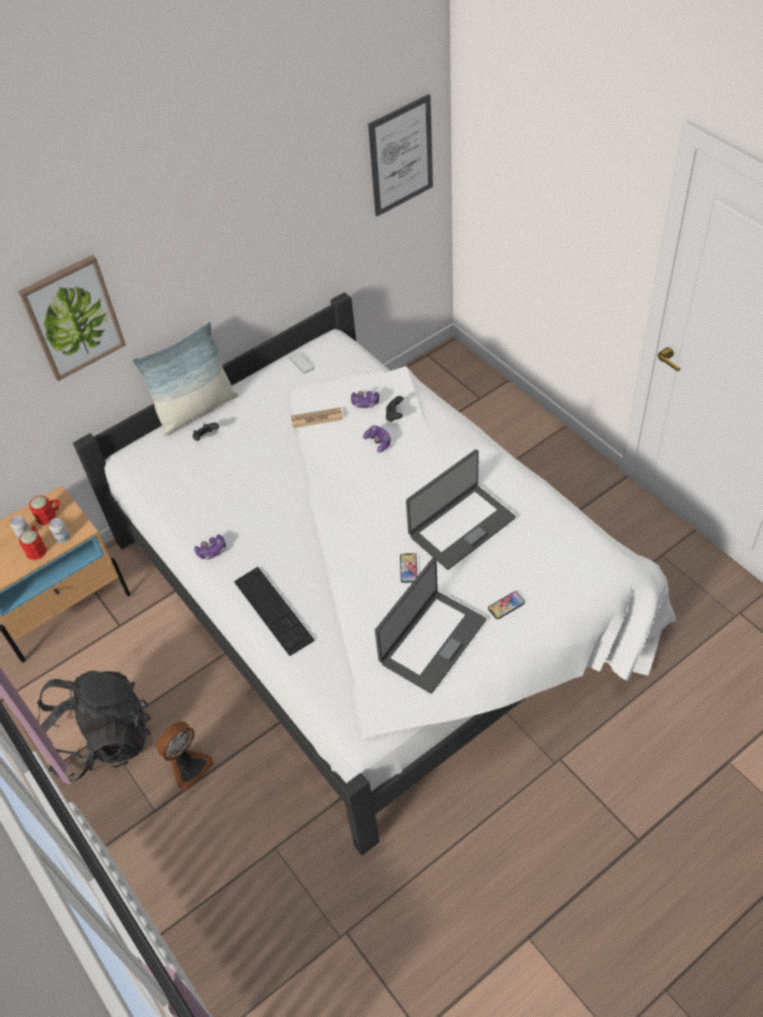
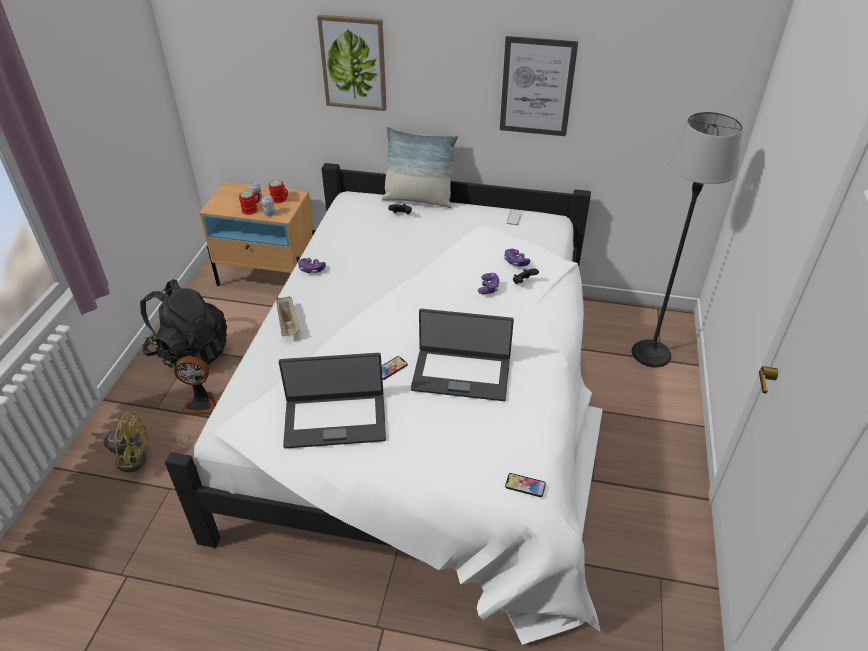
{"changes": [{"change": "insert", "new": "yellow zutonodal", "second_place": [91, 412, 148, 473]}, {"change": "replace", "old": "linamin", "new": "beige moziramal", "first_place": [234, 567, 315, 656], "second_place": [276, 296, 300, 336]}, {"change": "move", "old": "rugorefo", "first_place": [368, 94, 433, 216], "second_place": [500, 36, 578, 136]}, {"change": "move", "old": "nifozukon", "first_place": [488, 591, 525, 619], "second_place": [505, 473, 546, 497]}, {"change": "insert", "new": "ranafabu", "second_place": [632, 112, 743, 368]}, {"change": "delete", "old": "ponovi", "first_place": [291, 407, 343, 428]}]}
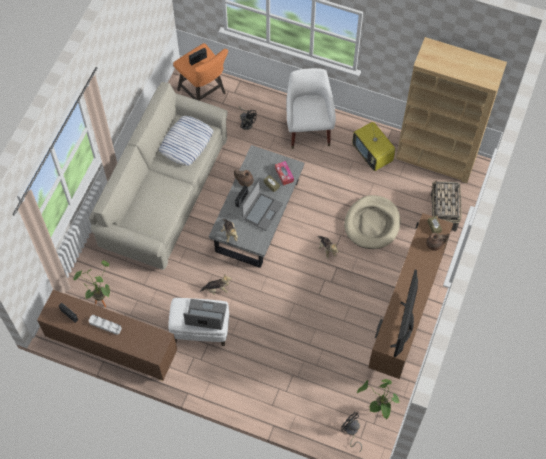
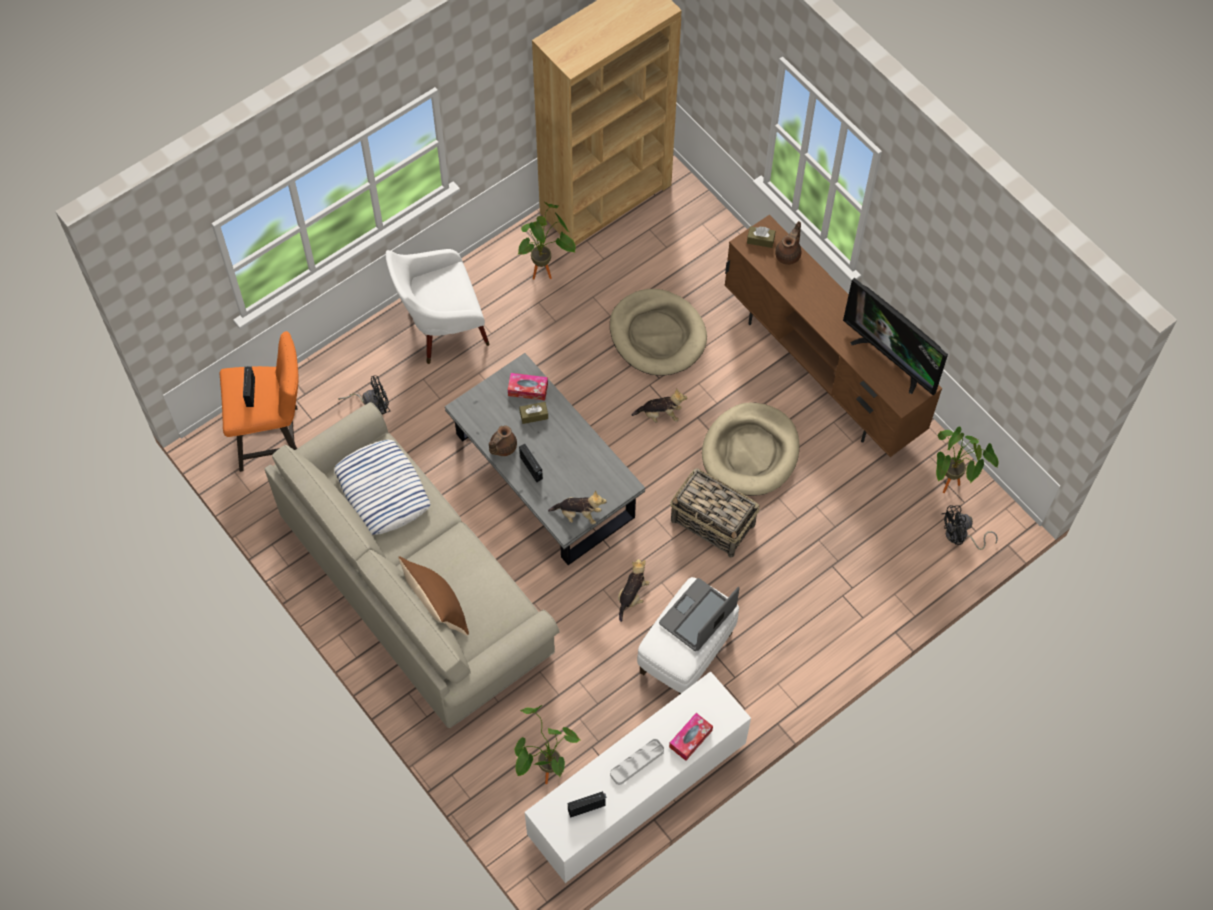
{"changes": [{"change": "rotate", "old": "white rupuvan", "first_place": [286, 68, 336, 149], "second_place": [385, 249, 489, 364], "degrees": -45}, {"change": "insert", "new": "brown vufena", "second_place": [398, 557, 469, 636]}, {"change": "replace", "old": "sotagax", "new": "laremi", "first_place": [352, 122, 395, 171], "second_place": [517, 202, 576, 280]}, {"change": "recolor", "old": "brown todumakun", "new": "white todumakun", "first_place": [37, 290, 177, 381], "second_place": [525, 671, 751, 883]}, {"change": "insert", "new": "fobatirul", "second_place": [669, 713, 713, 761]}, {"change": "move", "old": "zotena", "first_place": [431, 180, 462, 232], "second_place": [670, 468, 760, 558]}, {"change": "insert", "new": "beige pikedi", "second_place": [702, 402, 799, 496]}, {"change": "delete", "old": "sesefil", "first_place": [242, 179, 283, 231]}]}
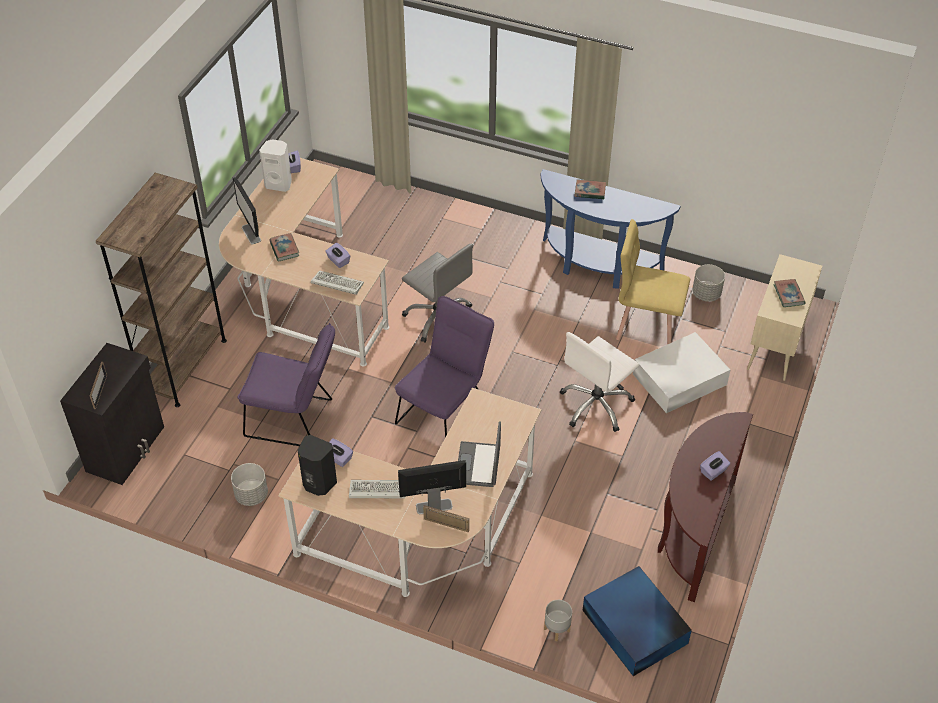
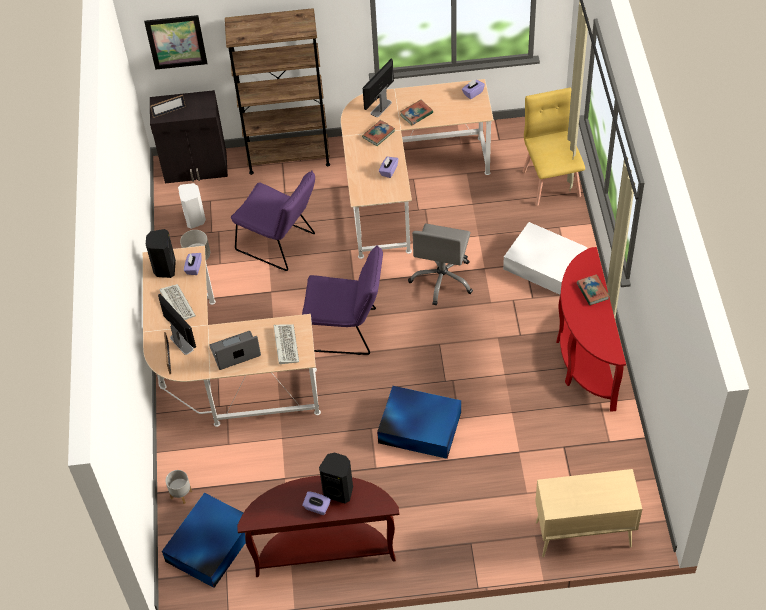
{"changes": [{"change": "insert", "new": "rugorefo", "second_place": [144, 15, 207, 70]}, {"change": "move", "old": "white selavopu", "first_place": [259, 139, 292, 192], "second_place": [178, 183, 206, 229]}, {"change": "rotate", "old": "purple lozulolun", "first_place": [237, 323, 335, 446], "second_place": [231, 171, 315, 271], "degrees": -45}, {"change": "move", "old": "linamin", "first_place": [311, 270, 364, 295], "second_place": [274, 324, 299, 364]}, {"change": "insert", "new": "black selavopu", "second_place": [319, 453, 353, 503]}, {"change": "replace", "old": "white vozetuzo", "new": "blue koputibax", "first_place": [560, 332, 639, 432], "second_place": [377, 386, 461, 459]}, {"change": "move", "old": "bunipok", "first_place": [774, 279, 805, 307], "second_place": [400, 100, 433, 125]}, {"change": "move", "old": "white koputibax", "first_place": [633, 332, 730, 413], "second_place": [503, 222, 587, 295]}, {"change": "move", "old": "yellow lozulolun", "first_place": [616, 219, 690, 345], "second_place": [523, 88, 585, 206]}, {"change": "recolor", "old": "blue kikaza", "new": "red kikaza", "first_place": [540, 169, 681, 289], "second_place": [556, 247, 626, 412]}, {"change": "delete", "old": "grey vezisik", "first_place": [692, 264, 725, 301]}]}
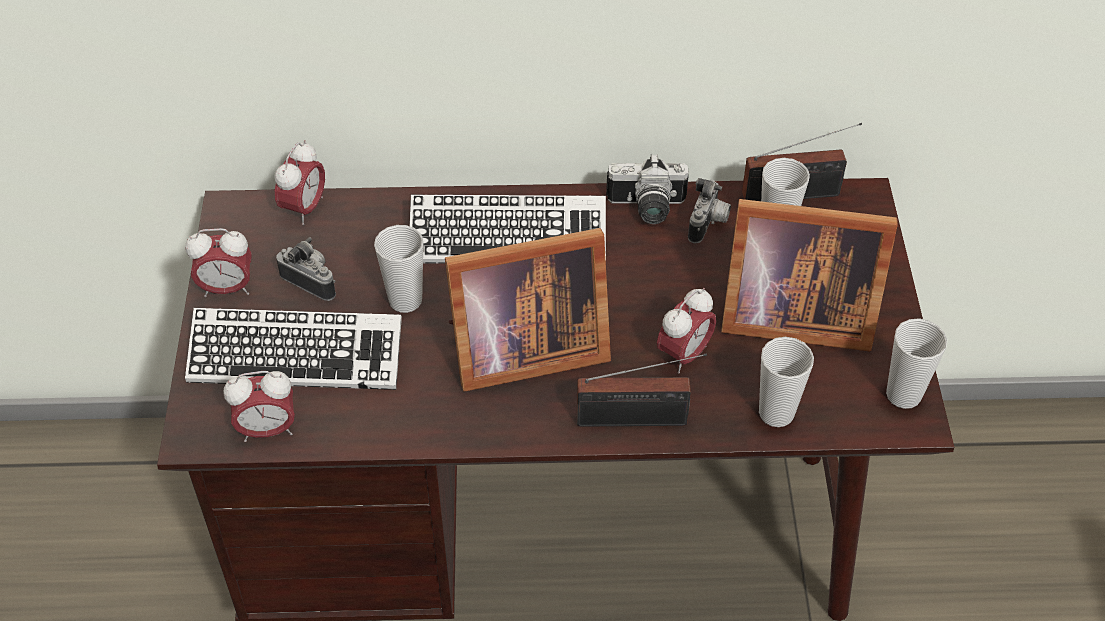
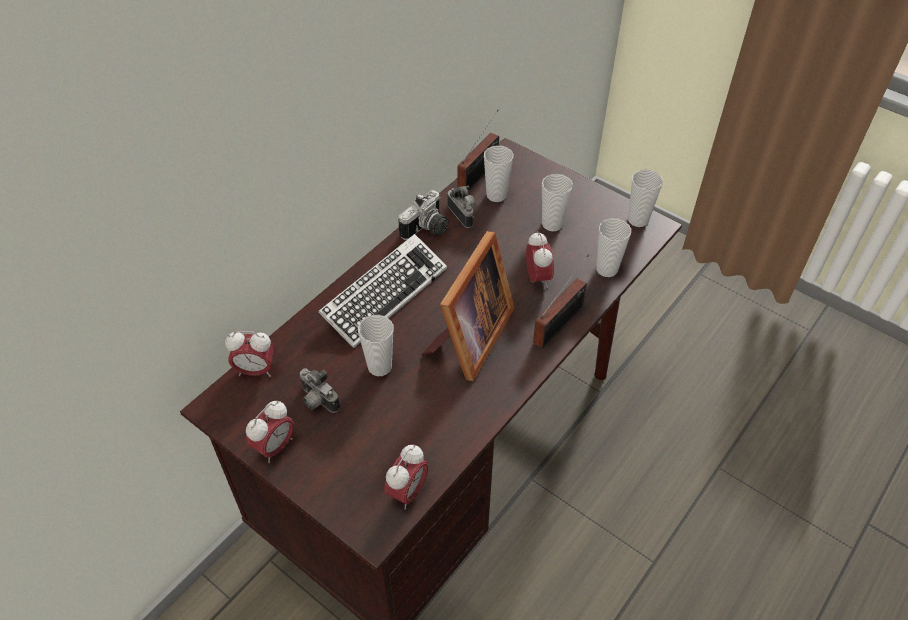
{"changes": [{"change": "rotate", "old": "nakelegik", "first_place": [274, 140, 325, 225], "second_place": [225, 331, 274, 377], "degrees": 120}, {"change": "rotate", "old": "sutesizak", "first_place": [276, 237, 336, 301], "second_place": [299, 368, 340, 413], "degrees": -120}, {"change": "replace", "old": "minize", "new": "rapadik", "first_place": [721, 199, 898, 351], "second_place": [542, 174, 573, 231]}, {"change": "delete", "old": "linamin", "first_place": [185, 308, 402, 390]}]}
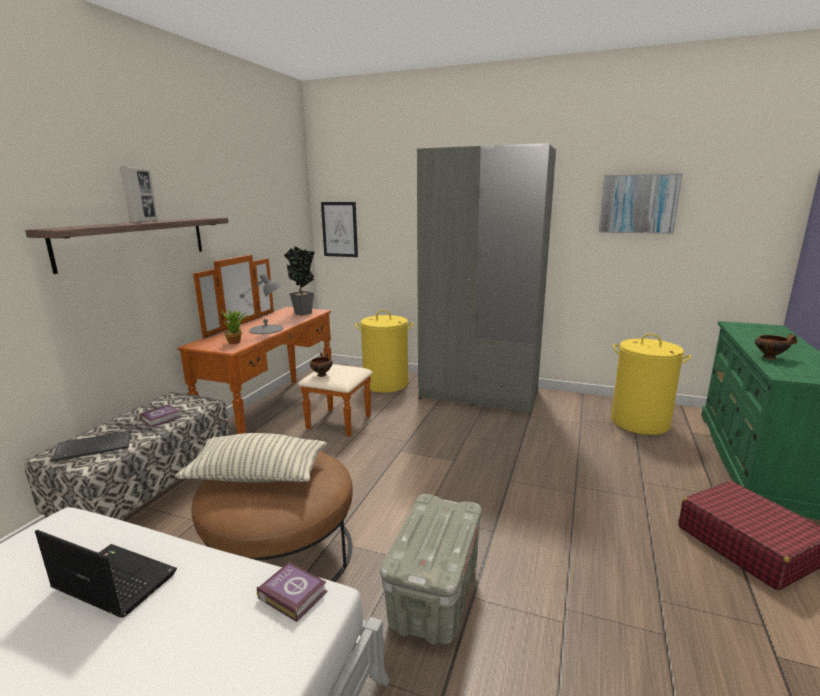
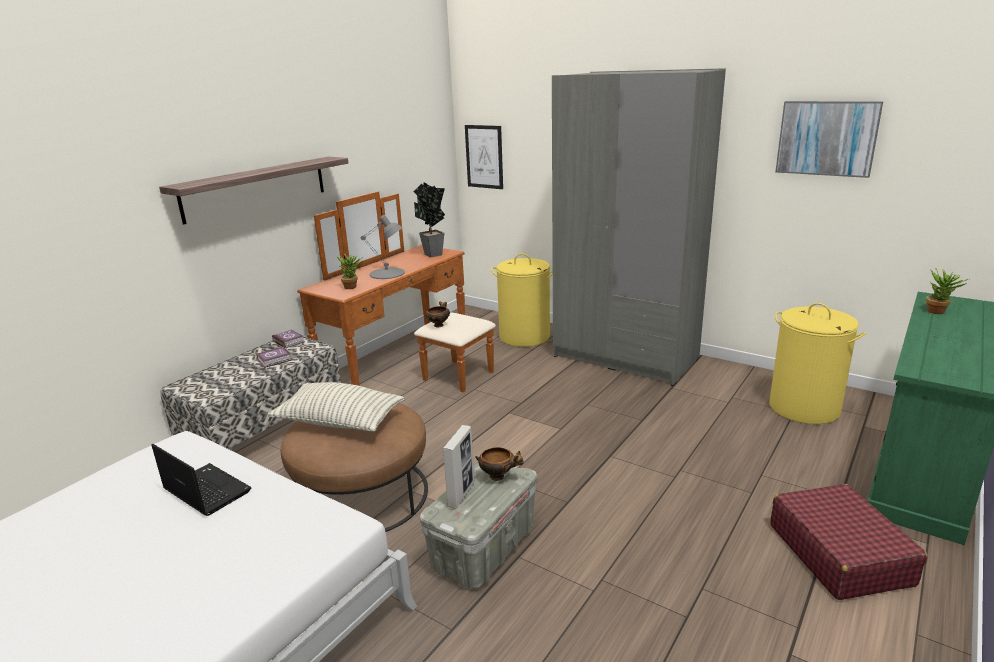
{"changes": [{"change": "move", "old": "bunipok", "first_place": [257, 562, 327, 622], "second_place": [272, 330, 305, 348]}, {"change": "move", "old": "minize", "first_place": [120, 167, 158, 223], "second_place": [443, 425, 475, 509]}, {"change": "move", "old": "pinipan", "first_place": [755, 333, 797, 360], "second_place": [475, 447, 524, 481]}, {"change": "insert", "new": "laremi", "second_place": [926, 268, 968, 314]}, {"change": "delete", "old": "linamin", "first_place": [52, 430, 131, 462]}]}
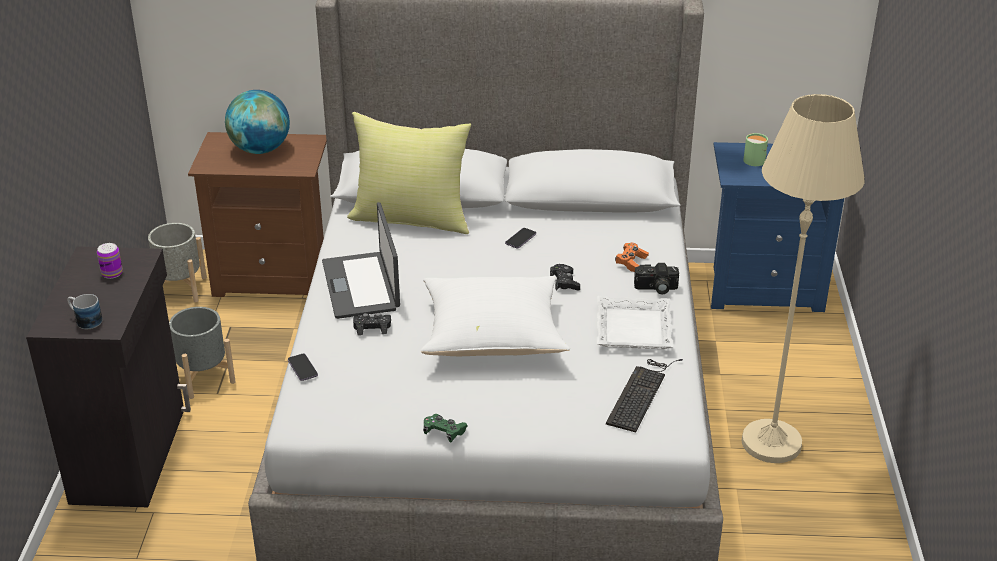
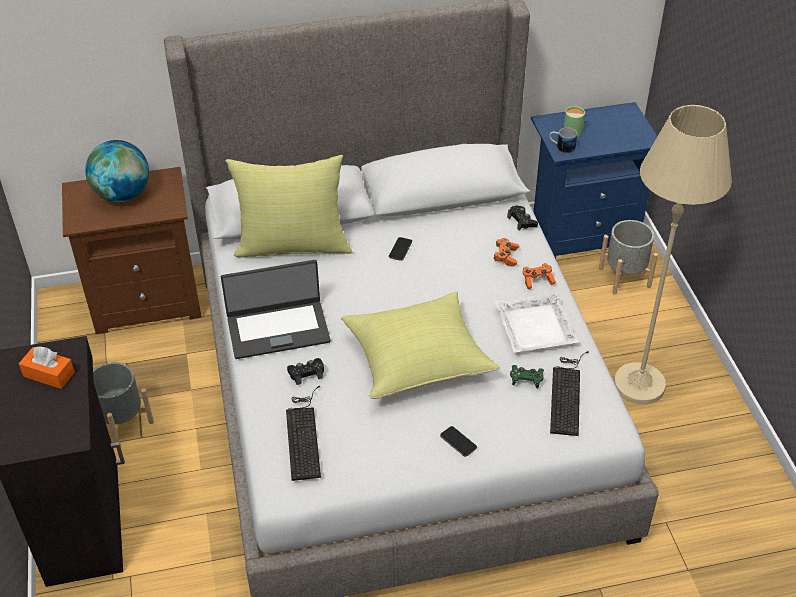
{"changes": [{"change": "replace", "old": "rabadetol", "new": "orange fobatirul", "first_place": [97, 243, 123, 279], "second_place": [19, 347, 75, 389]}, {"change": "rotate", "old": "sesefil", "first_place": [322, 202, 400, 319], "second_place": [221, 260, 331, 359], "degrees": -75}, {"change": "insert", "new": "linamin", "second_place": [286, 386, 321, 481]}, {"change": "recolor", "old": "white vufena", "new": "yellow vufena", "first_place": [421, 276, 570, 356], "second_place": [341, 292, 500, 399]}, {"change": "move", "old": "nifozukon", "first_place": [288, 354, 318, 381], "second_place": [440, 426, 477, 457]}, {"change": "move", "old": "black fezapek", "first_place": [550, 264, 580, 291], "second_place": [507, 205, 538, 230]}, {"change": "move", "old": "green fezapek", "first_place": [423, 414, 468, 442], "second_place": [510, 365, 544, 388]}, {"change": "replace", "old": "sutesizak", "new": "orange fezapek", "first_place": [634, 263, 679, 294], "second_place": [522, 263, 556, 289]}, {"change": "move", "old": "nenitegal", "first_place": [67, 294, 103, 329], "second_place": [549, 127, 577, 153]}, {"change": "move", "old": "grey vezisik", "first_place": [148, 223, 207, 302], "second_place": [599, 220, 658, 295]}]}
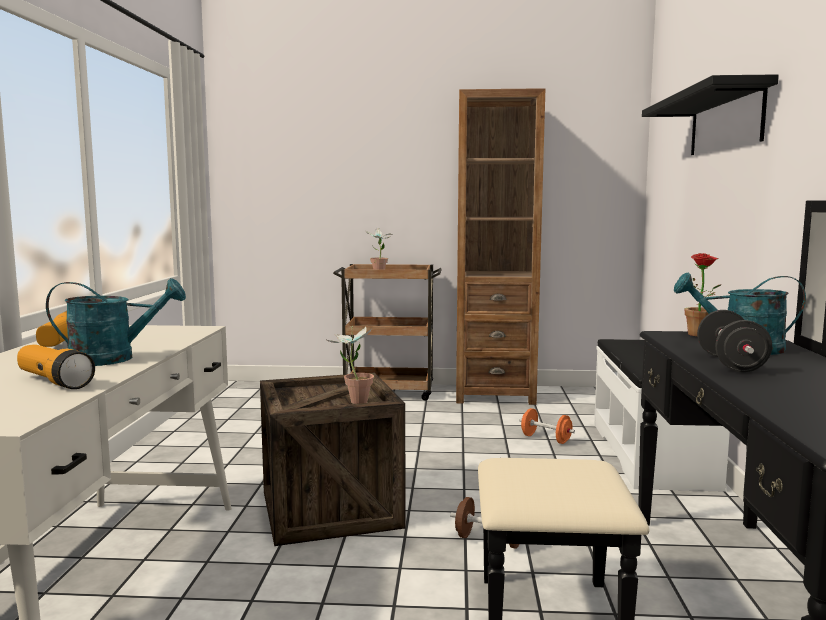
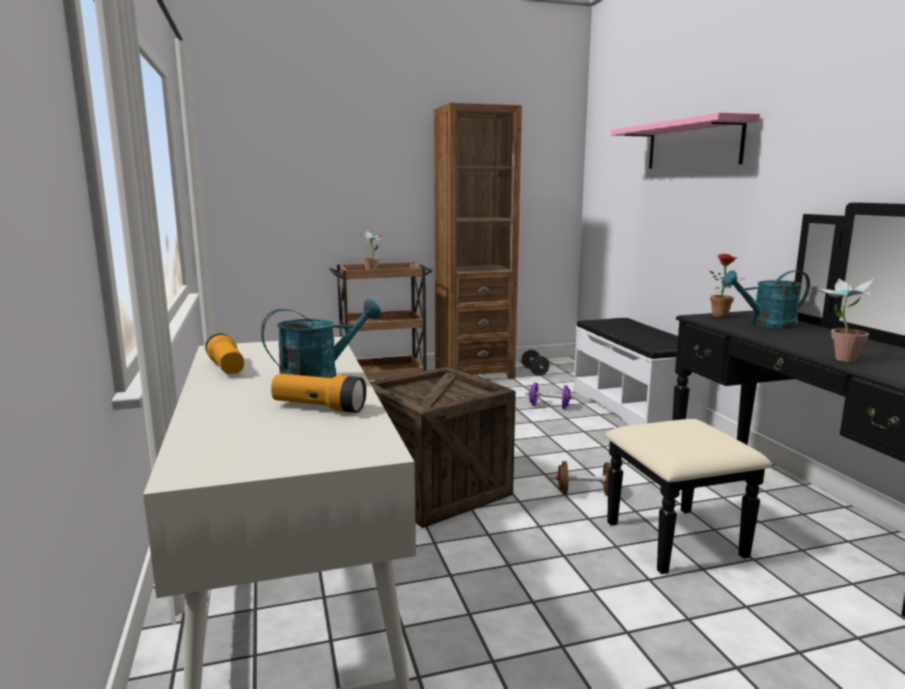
{"changes": [{"change": "move", "old": "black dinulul", "first_place": [697, 310, 772, 372], "second_place": [521, 350, 549, 376]}, {"change": "recolor", "old": "orange dinulul", "new": "purple dinulul", "first_place": [519, 408, 575, 444], "second_place": [525, 383, 575, 409]}, {"change": "recolor", "old": "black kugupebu", "new": "pink kugupebu", "first_place": [642, 74, 779, 155], "second_place": [611, 112, 760, 169]}, {"change": "move", "old": "laremi", "first_place": [327, 326, 374, 404], "second_place": [815, 277, 874, 362]}]}
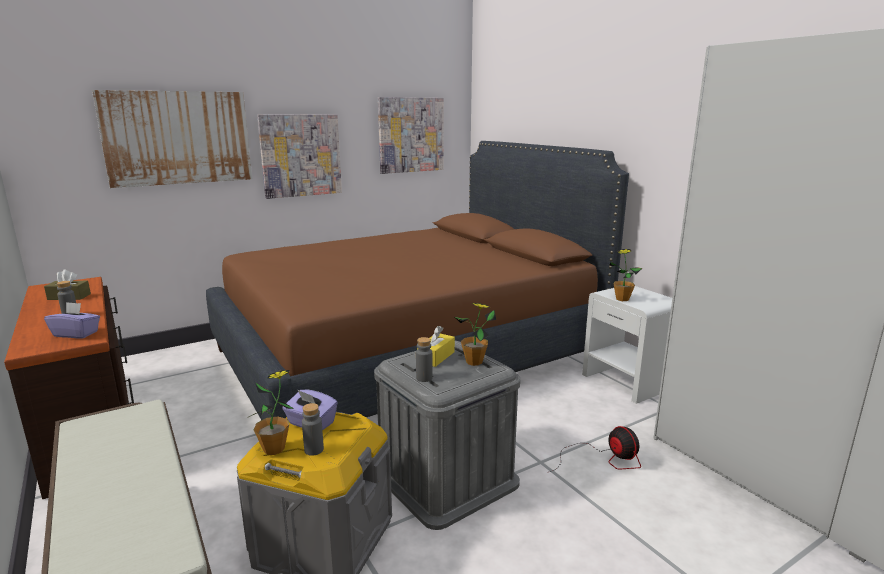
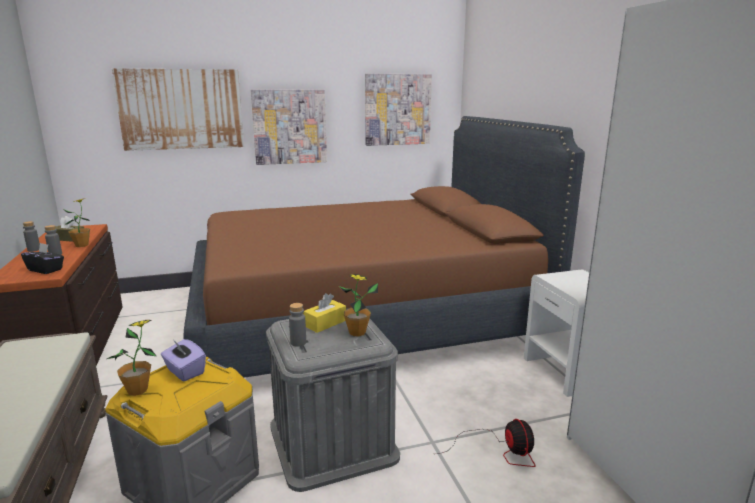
{"changes": [{"change": "recolor", "old": "purple fobatirul", "new": "black fobatirul", "first_place": [44, 302, 100, 339], "second_place": [21, 243, 64, 274]}, {"change": "move", "old": "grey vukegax", "first_place": [302, 403, 324, 456], "second_place": [23, 221, 40, 252]}, {"change": "move", "old": "laremi", "first_place": [609, 249, 642, 301], "second_place": [63, 198, 90, 247]}]}
